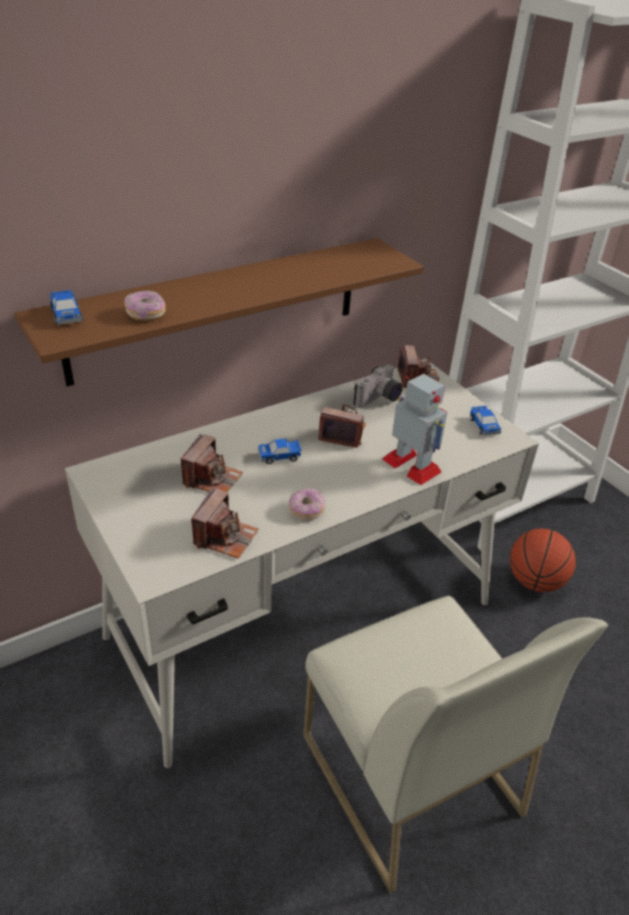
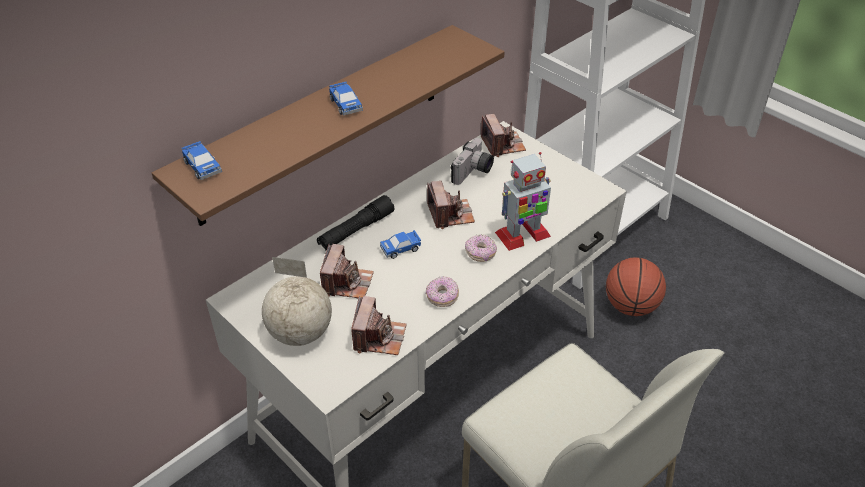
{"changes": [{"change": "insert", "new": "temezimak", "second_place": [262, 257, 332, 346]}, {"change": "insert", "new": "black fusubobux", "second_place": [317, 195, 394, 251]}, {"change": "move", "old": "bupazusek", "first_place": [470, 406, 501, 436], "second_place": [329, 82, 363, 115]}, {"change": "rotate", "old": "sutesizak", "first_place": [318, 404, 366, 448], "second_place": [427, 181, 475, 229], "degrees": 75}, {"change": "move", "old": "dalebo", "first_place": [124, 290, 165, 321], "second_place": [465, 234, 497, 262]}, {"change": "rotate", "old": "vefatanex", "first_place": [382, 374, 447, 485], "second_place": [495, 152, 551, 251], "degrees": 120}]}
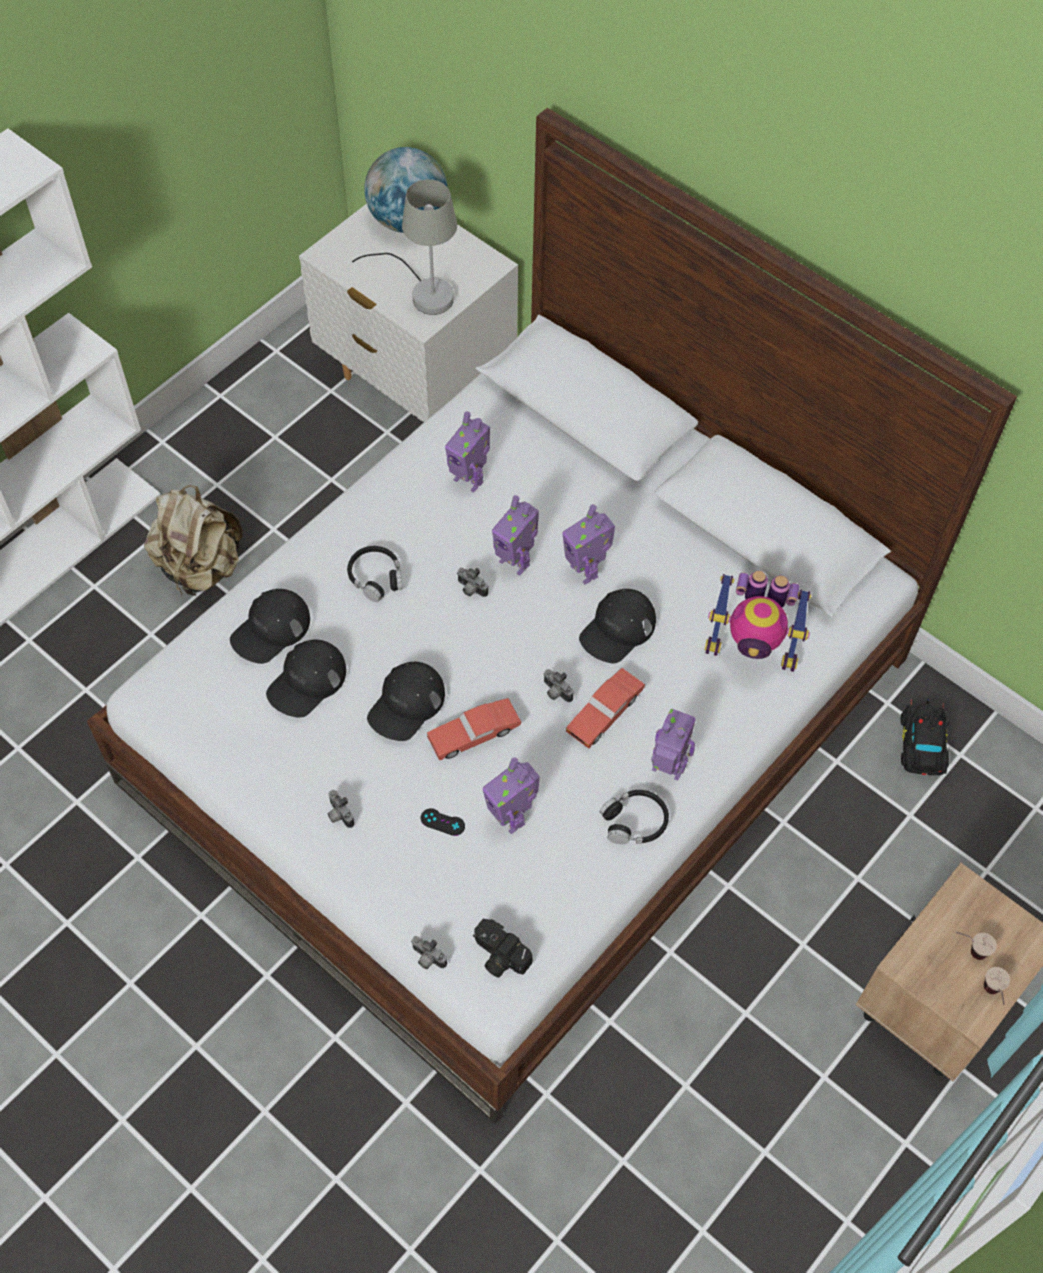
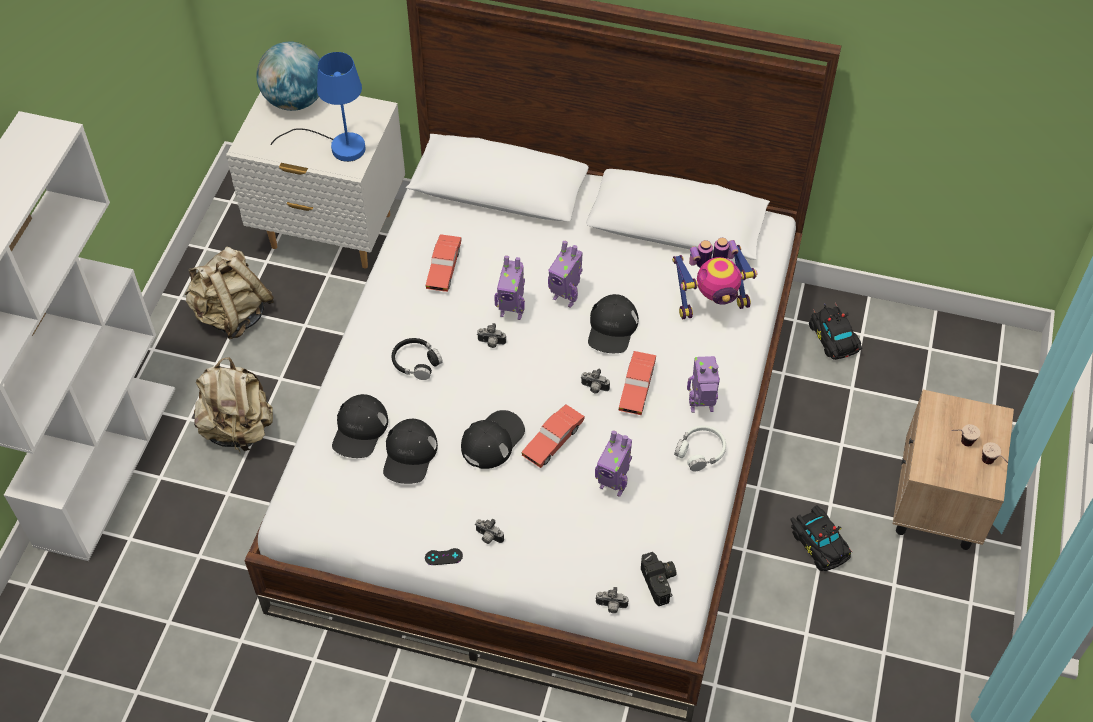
{"changes": [{"change": "insert", "new": "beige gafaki", "second_place": [185, 247, 274, 339]}, {"change": "recolor", "old": "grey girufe", "new": "blue girufe", "first_place": [352, 179, 457, 315], "second_place": [270, 52, 366, 162]}, {"change": "move", "old": "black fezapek", "first_place": [421, 808, 465, 836], "second_place": [425, 548, 463, 565]}, {"change": "replace", "old": "vefatanex", "new": "red bupazusek", "first_place": [445, 411, 490, 493], "second_place": [426, 234, 461, 292]}, {"change": "rotate", "old": "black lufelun", "first_place": [367, 662, 445, 741], "second_place": [461, 410, 525, 469], "degrees": -150}, {"change": "rotate", "old": "sutesizak", "first_place": [473, 919, 533, 978], "second_place": [641, 552, 677, 606], "degrees": -120}, {"change": "recolor", "old": "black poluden", "new": "white poluden", "first_place": [600, 790, 669, 844], "second_place": [674, 425, 726, 472]}, {"change": "insert", "new": "black bupazusek", "second_place": [790, 505, 853, 571]}]}
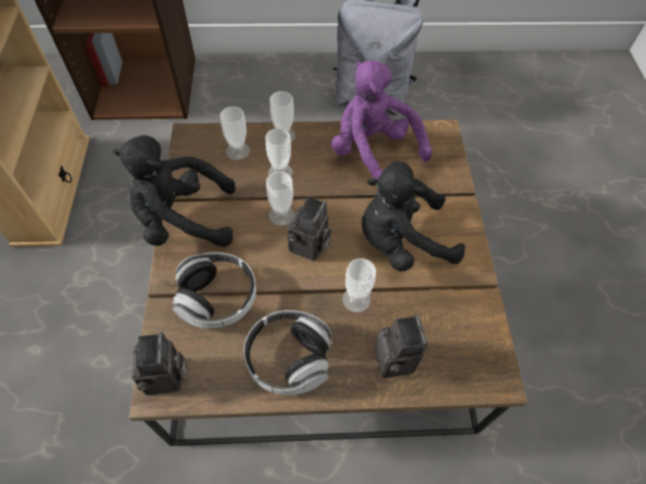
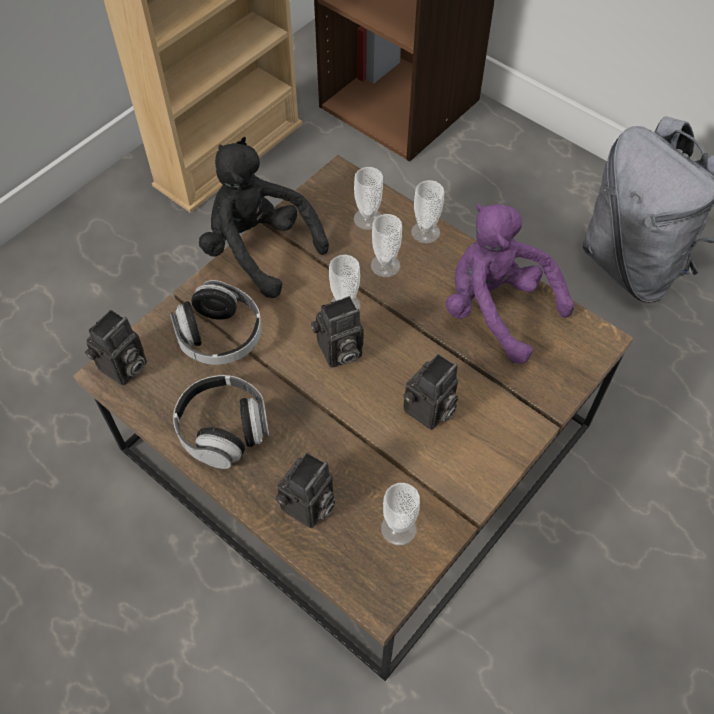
{"changes": [{"change": "move", "old": "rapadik", "first_place": [343, 258, 376, 312], "second_place": [381, 483, 420, 545]}, {"change": "replace", "old": "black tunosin", "new": "sutesizak", "first_place": [362, 161, 465, 271], "second_place": [403, 354, 458, 430]}, {"change": "rotate", "old": "purple tunosin", "first_place": [331, 60, 433, 179], "second_place": [446, 204, 574, 364], "degrees": -45}]}
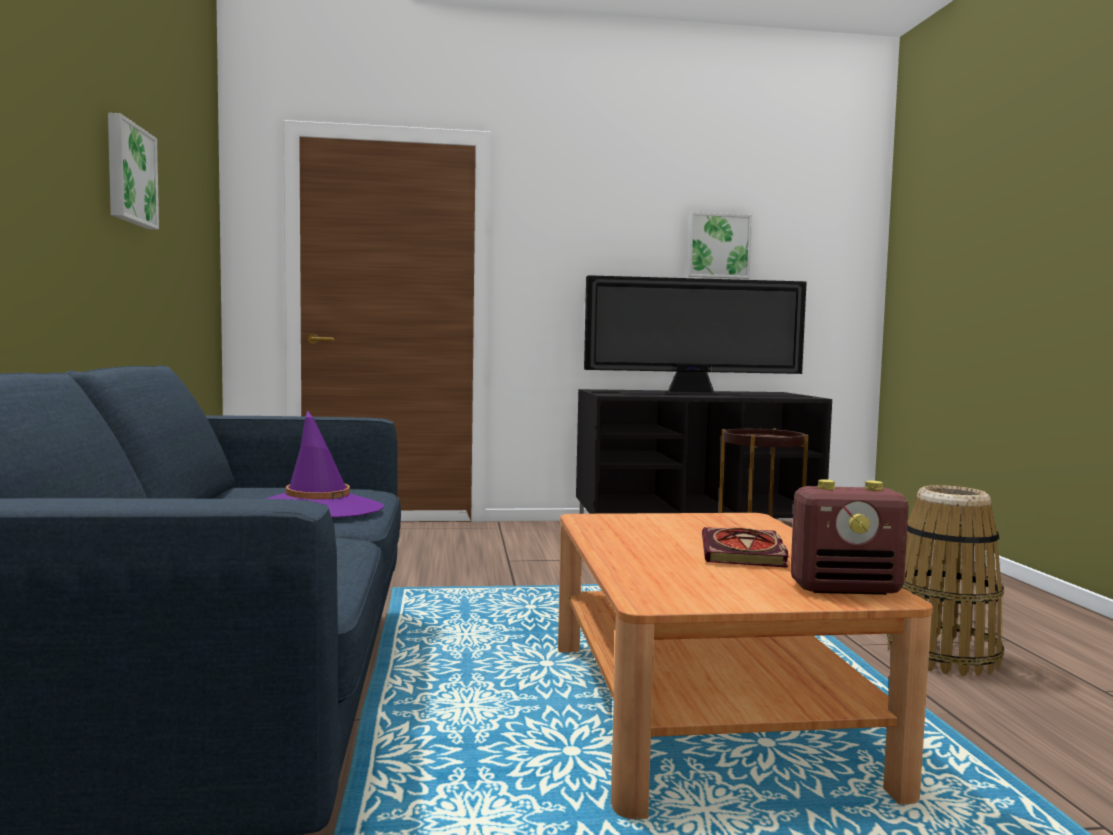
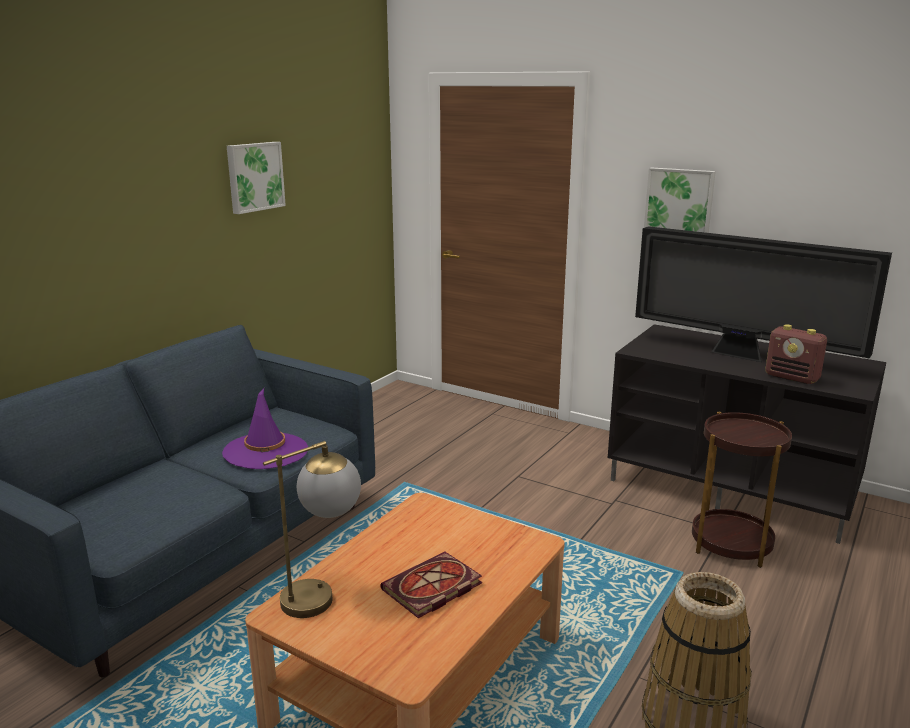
{"changes": [{"change": "insert", "new": "girufe", "second_place": [263, 441, 361, 618]}, {"change": "move", "old": "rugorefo", "first_place": [687, 212, 752, 279], "second_place": [644, 167, 716, 233]}, {"change": "move", "old": "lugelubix", "first_place": [791, 479, 909, 595], "second_place": [765, 324, 827, 384]}]}
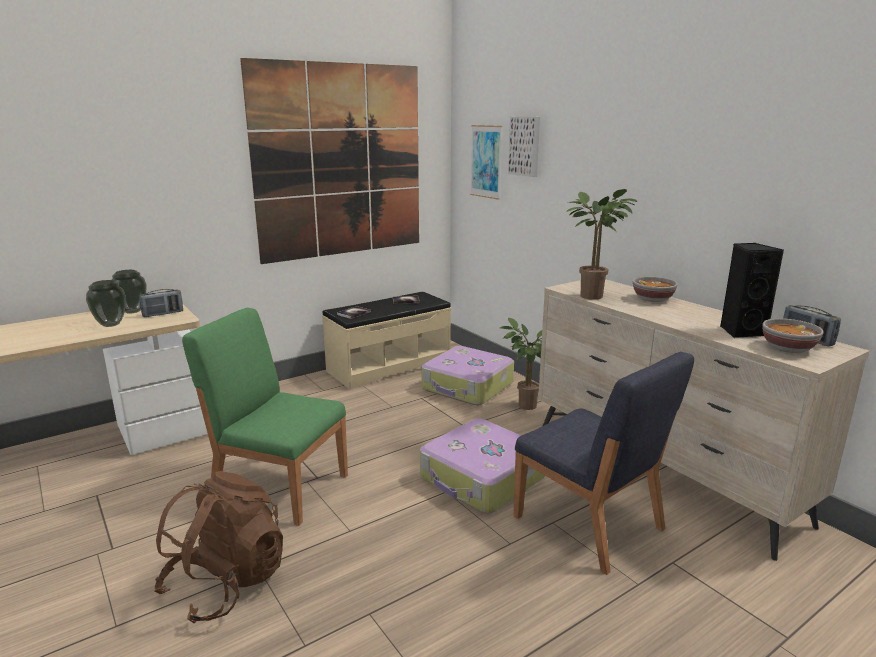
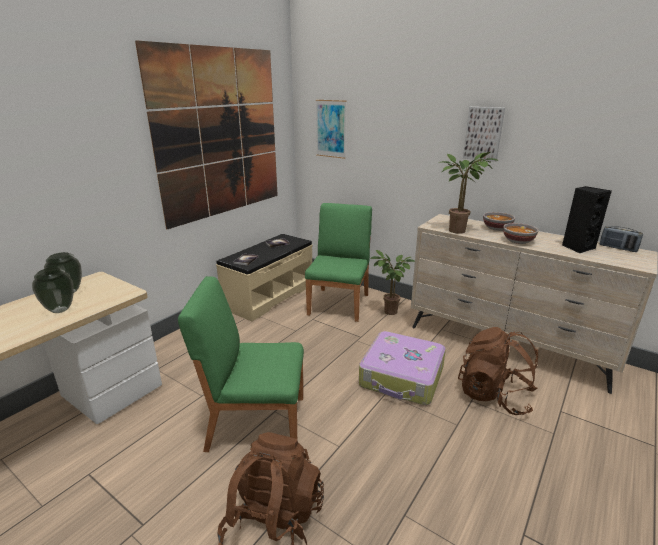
{"changes": [{"change": "replace", "old": "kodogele", "new": "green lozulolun", "first_place": [421, 346, 514, 405], "second_place": [305, 203, 372, 322]}, {"change": "replace", "old": "blue lozulolun", "new": "brown gafaki", "first_place": [514, 352, 694, 575], "second_place": [458, 327, 539, 415]}, {"change": "move", "old": "rugorefo", "first_place": [508, 116, 540, 177], "second_place": [463, 107, 505, 162]}, {"change": "move", "old": "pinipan", "first_place": [762, 318, 824, 353], "second_place": [503, 223, 539, 244]}, {"change": "delete", "old": "lugelubix", "first_place": [139, 289, 183, 317]}]}
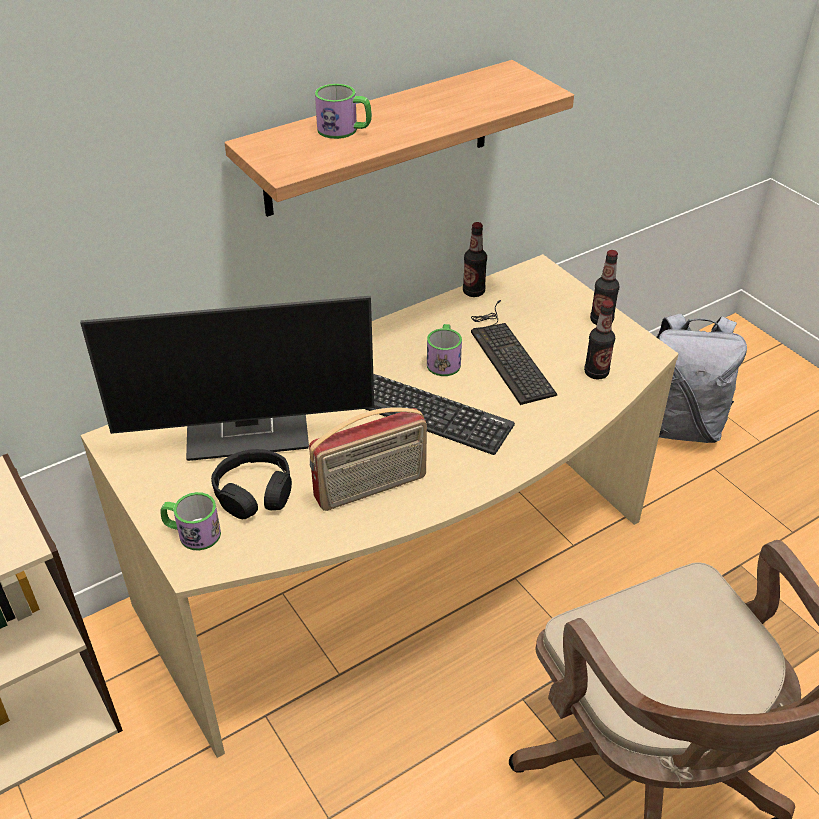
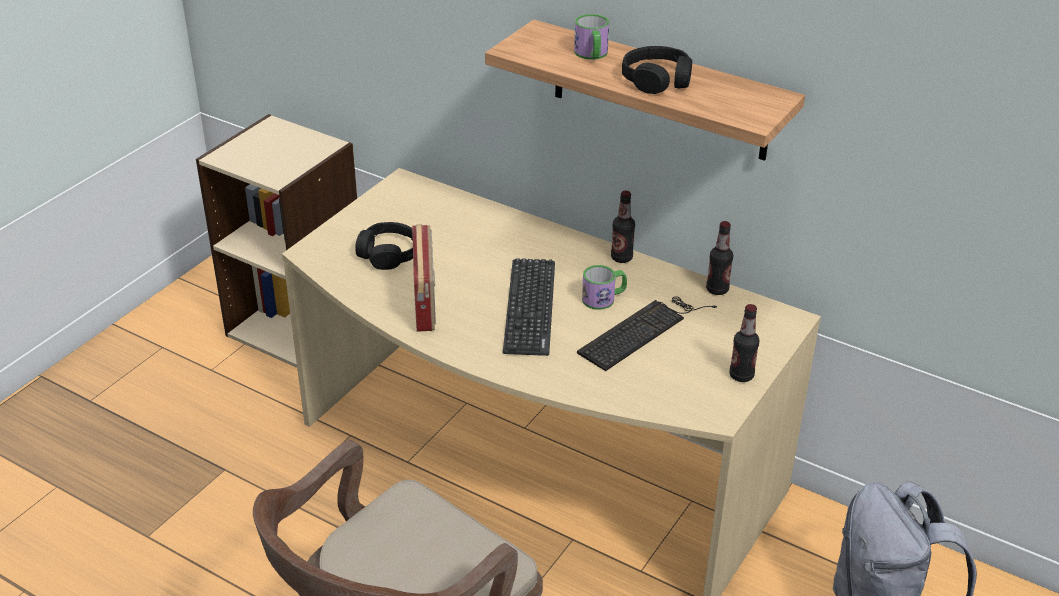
{"changes": [{"change": "rotate", "old": "lugelubix", "first_place": [309, 407, 427, 511], "second_place": [412, 224, 436, 332], "degrees": -135}, {"change": "move", "old": "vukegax", "first_place": [584, 300, 615, 380], "second_place": [611, 191, 635, 263]}, {"change": "insert", "new": "black poluden", "second_place": [622, 46, 692, 94]}, {"change": "delete", "old": "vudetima", "first_place": [80, 296, 374, 461]}, {"change": "delete", "old": "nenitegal", "first_place": [160, 492, 221, 550]}]}
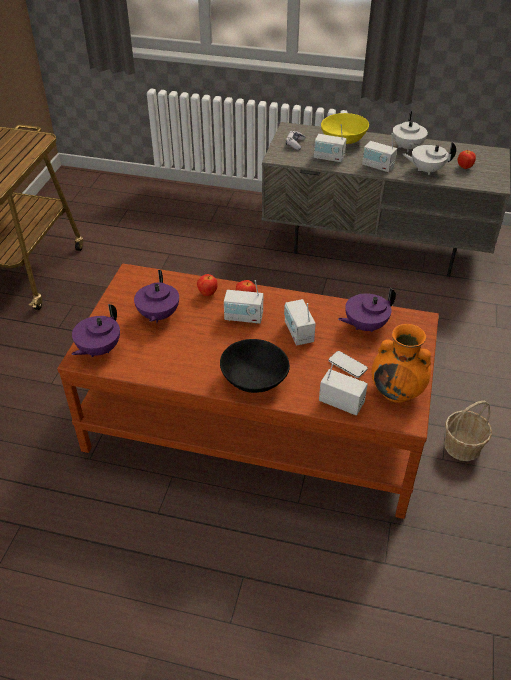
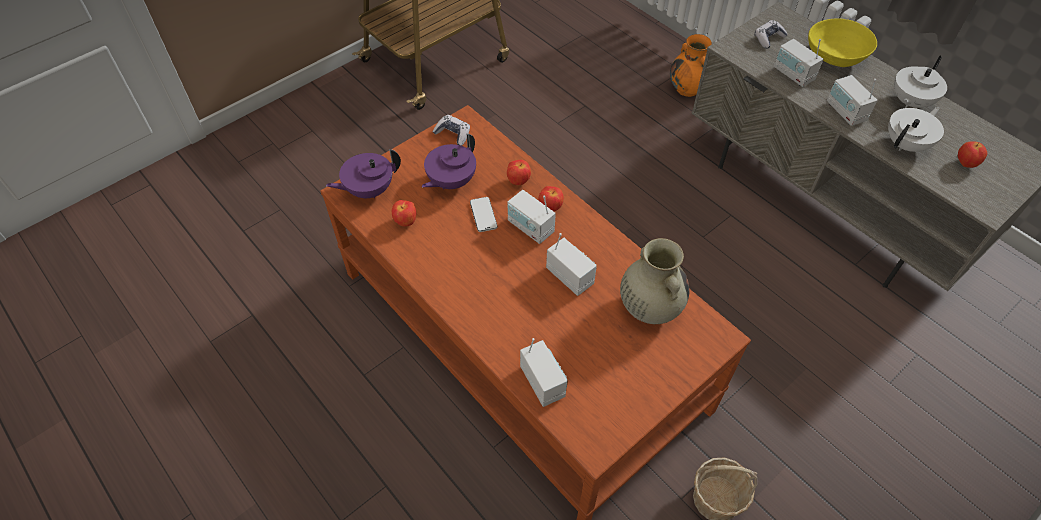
{"changes": [{"change": "insert", "new": "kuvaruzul", "second_place": [392, 200, 416, 227]}, {"change": "insert", "new": "fezapek", "second_place": [433, 115, 470, 146]}, {"change": "move", "old": "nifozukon", "first_place": [328, 351, 368, 378], "second_place": [470, 197, 497, 232]}, {"change": "rotate", "old": "lugelubix", "first_place": [284, 299, 316, 345], "second_place": [546, 233, 597, 296], "degrees": 120}, {"change": "replace", "old": "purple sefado", "new": "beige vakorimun", "first_place": [338, 288, 396, 332], "second_place": [620, 238, 690, 324]}, {"change": "move", "old": "orange vakorimun", "first_place": [372, 324, 431, 403], "second_place": [670, 34, 712, 97]}, {"change": "rotate", "old": "white sefado", "first_place": [402, 142, 456, 175], "second_place": [888, 107, 944, 152], "degrees": 105}, {"change": "delete", "old": "black pinipan", "first_place": [220, 339, 290, 393]}]}
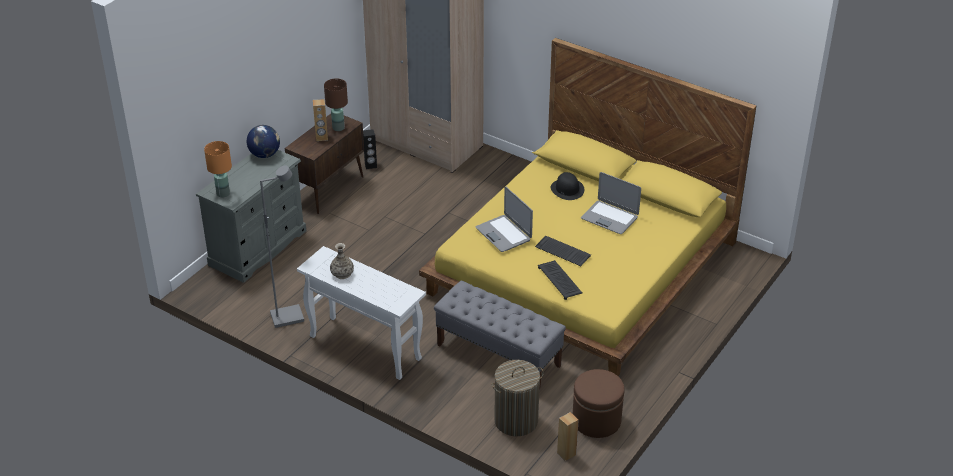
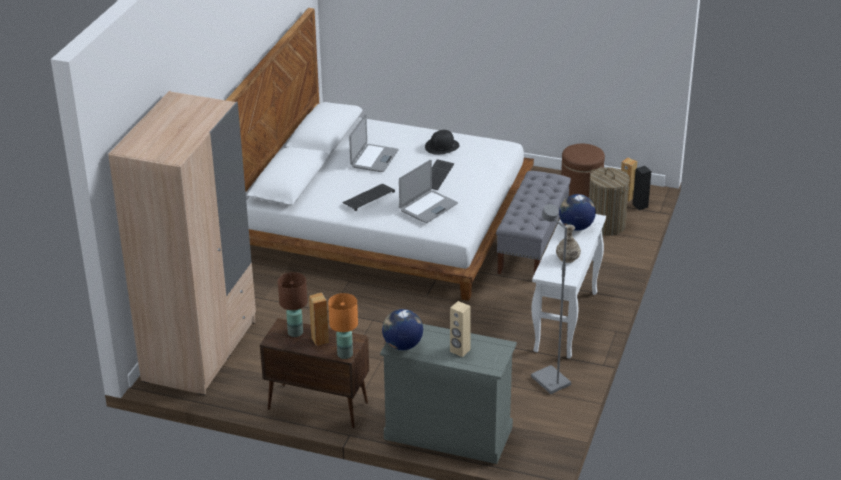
{"changes": [{"change": "recolor", "old": "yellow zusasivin", "new": "white zusasivin", "first_place": [419, 38, 756, 376], "second_place": [226, 8, 534, 301]}, {"change": "move", "old": "orange girufe", "first_place": [204, 141, 232, 198], "second_place": [328, 293, 358, 359]}, {"change": "move", "old": "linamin", "first_place": [538, 260, 582, 300], "second_place": [342, 183, 395, 211]}, {"change": "move", "old": "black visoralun", "first_place": [551, 172, 584, 200], "second_place": [425, 130, 460, 155]}, {"change": "insert", "new": "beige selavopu", "second_place": [450, 301, 470, 357]}, {"change": "insert", "new": "temezimak", "second_place": [559, 194, 596, 231]}, {"change": "move", "old": "black selavopu", "first_place": [363, 129, 377, 169], "second_place": [633, 166, 651, 210]}]}
